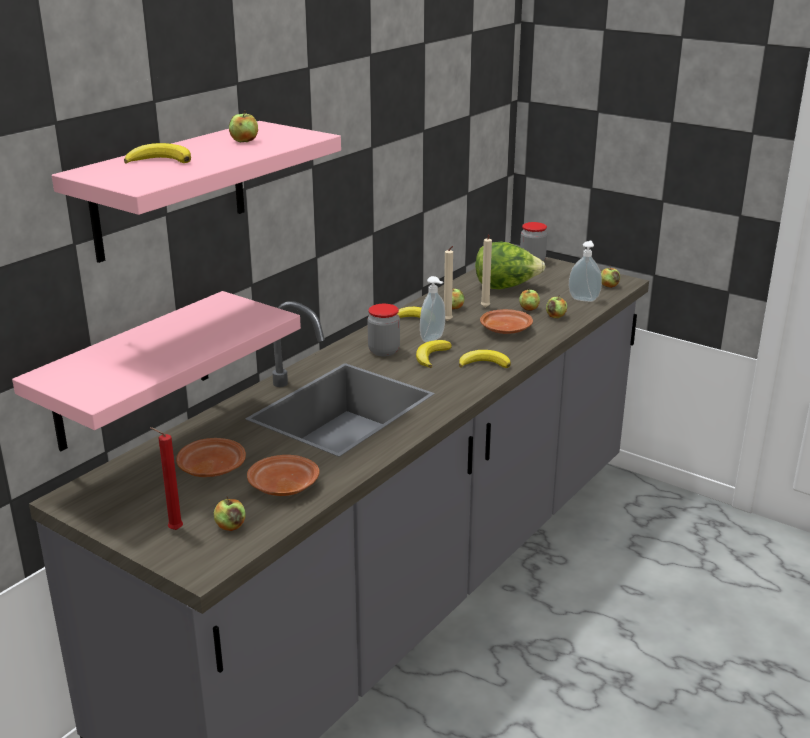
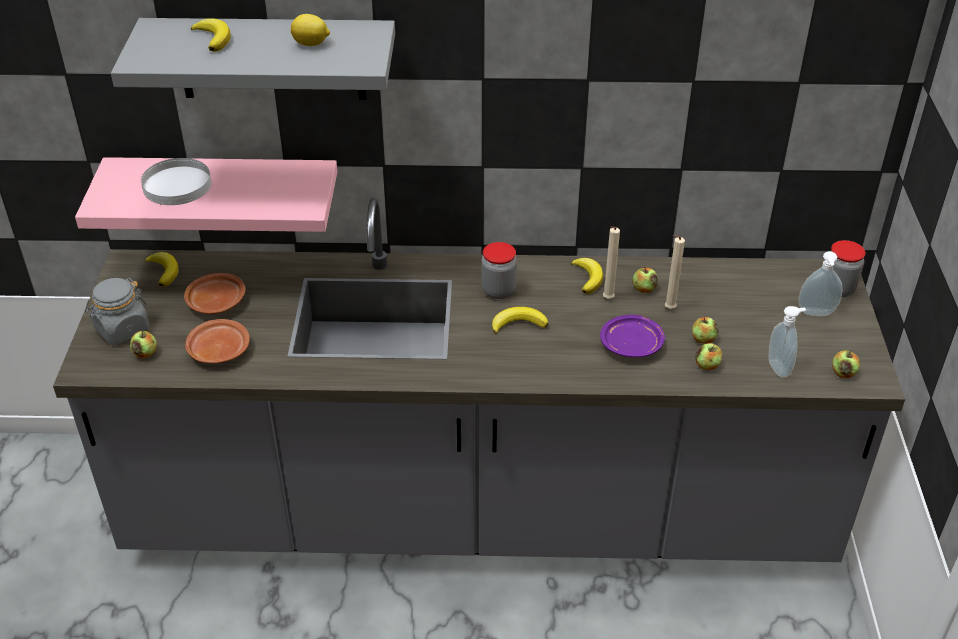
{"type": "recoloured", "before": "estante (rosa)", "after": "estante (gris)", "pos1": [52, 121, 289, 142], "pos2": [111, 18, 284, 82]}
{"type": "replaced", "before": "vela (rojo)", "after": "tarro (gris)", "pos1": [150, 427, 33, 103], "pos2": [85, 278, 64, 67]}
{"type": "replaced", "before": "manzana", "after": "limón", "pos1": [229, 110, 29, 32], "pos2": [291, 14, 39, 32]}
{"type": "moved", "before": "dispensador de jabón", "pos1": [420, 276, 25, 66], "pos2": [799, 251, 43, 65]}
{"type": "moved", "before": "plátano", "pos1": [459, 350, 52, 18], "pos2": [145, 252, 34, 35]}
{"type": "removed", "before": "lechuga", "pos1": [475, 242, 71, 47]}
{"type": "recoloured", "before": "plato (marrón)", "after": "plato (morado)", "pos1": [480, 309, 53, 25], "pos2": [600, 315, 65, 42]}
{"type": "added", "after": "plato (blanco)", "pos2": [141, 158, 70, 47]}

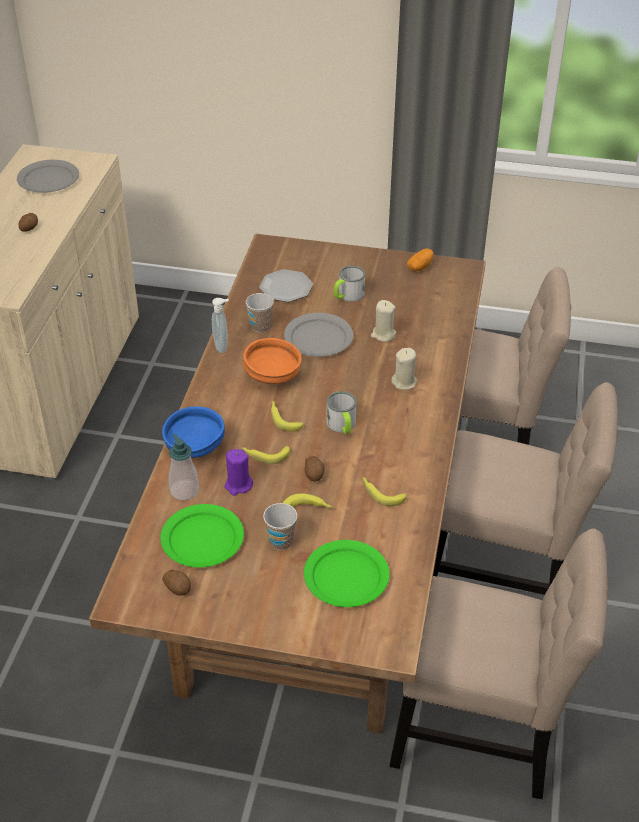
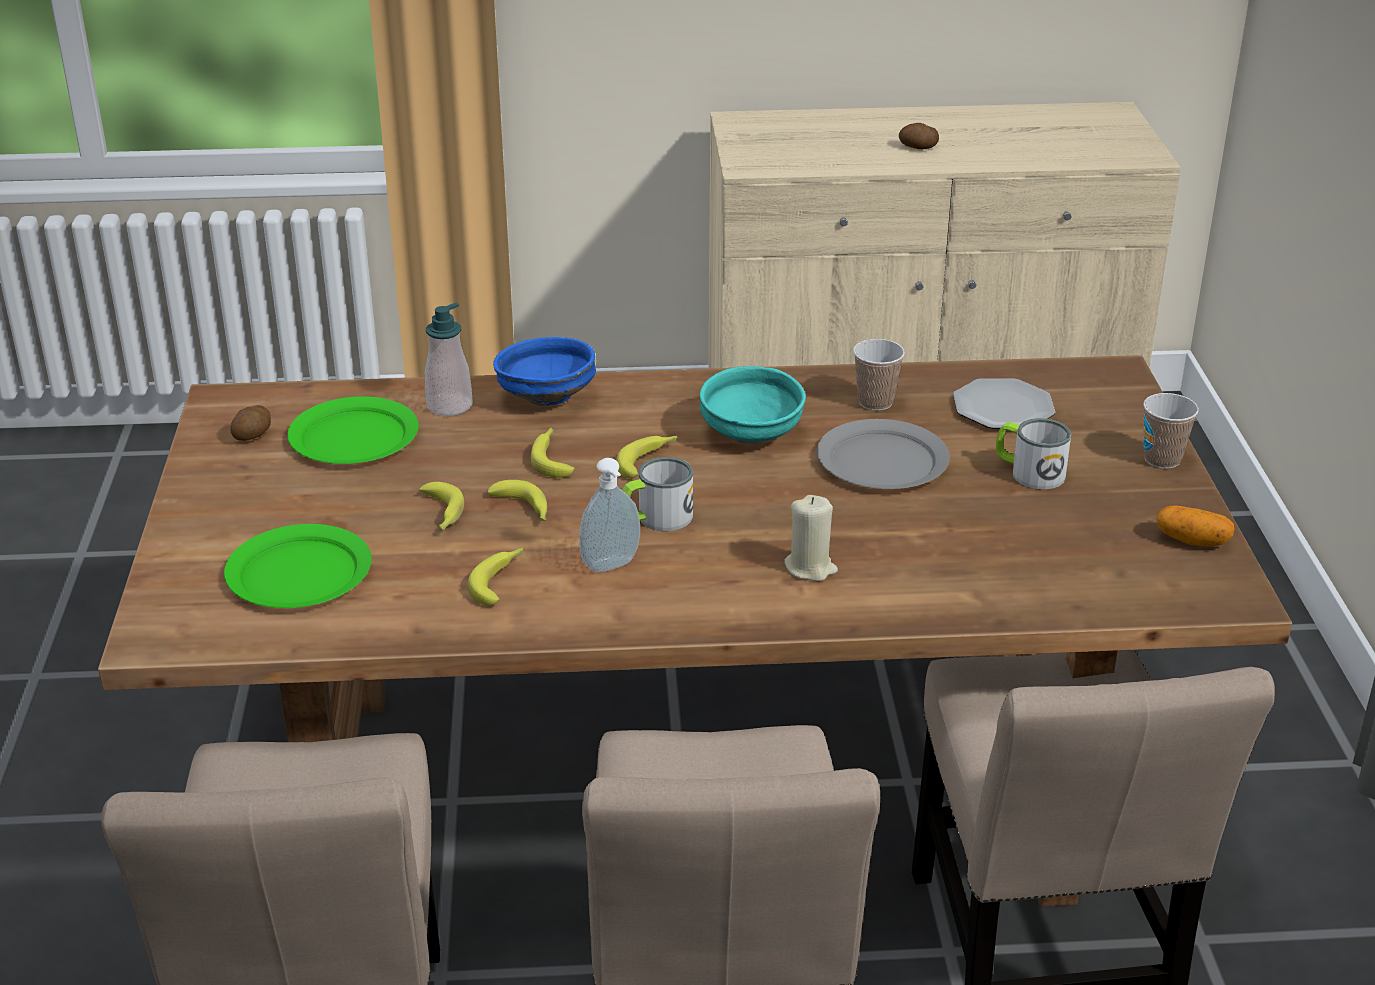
{"type": "removed", "before": "plato (gris)", "pos1": [17, 160, 62, 33]}
{"type": "moved", "before": "dispensador de jabón", "pos1": [212, 298, 17, 55], "pos2": [579, 458, 61, 114]}
{"type": "removed", "before": "vela (morado)", "pos1": [225, 449, 28, 47]}
{"type": "recoloured", "before": "cuenco (naranja)", "after": "cuenco (turquesa)", "pos1": [243, 338, 59, 46], "pos2": [700, 366, 106, 77]}
{"type": "moved", "before": "taza", "pos1": [263, 503, 34, 47], "pos2": [1143, 393, 56, 76]}
{"type": "replaced", "before": "patata", "after": "plátano", "pos1": [305, 456, 20, 26], "pos2": [487, 480, 60, 41]}
{"type": "removed", "before": "vela (beis)", "pos1": [371, 300, 25, 42]}

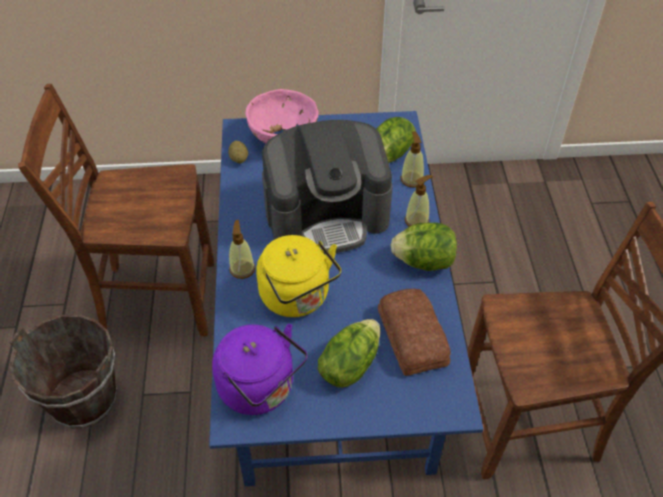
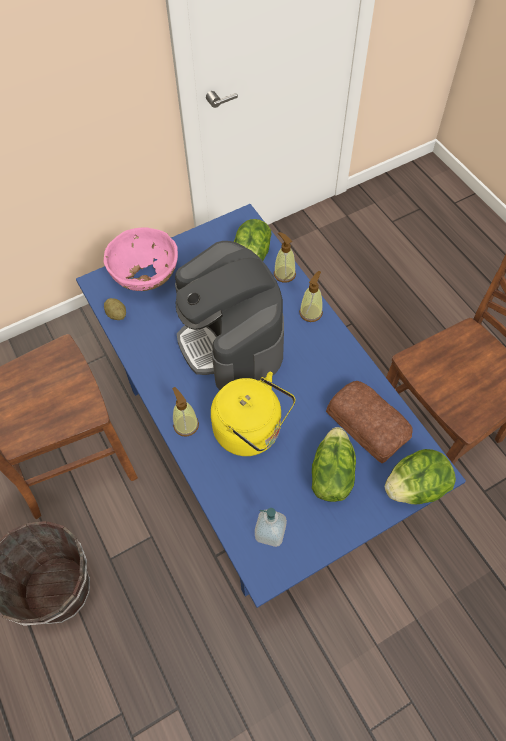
{"type": "replaced", "before": "hervidor (morado)", "after": "dispensador de jabón", "pos1": [212, 324, 96, 91], "pos2": [255, 508, 32, 39]}
{"type": "turned", "before": "cafetera", "pos1": [262, 120, 131, 135], "pos2": [175, 241, 109, 149], "turn": 105}
{"type": "moved", "before": "lechuga", "pos1": [391, 223, 66, 48], "pos2": [385, 449, 71, 56]}

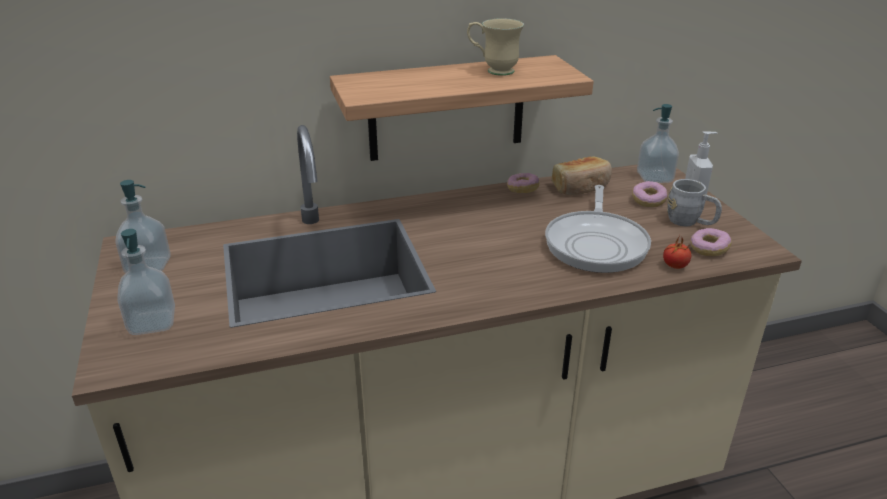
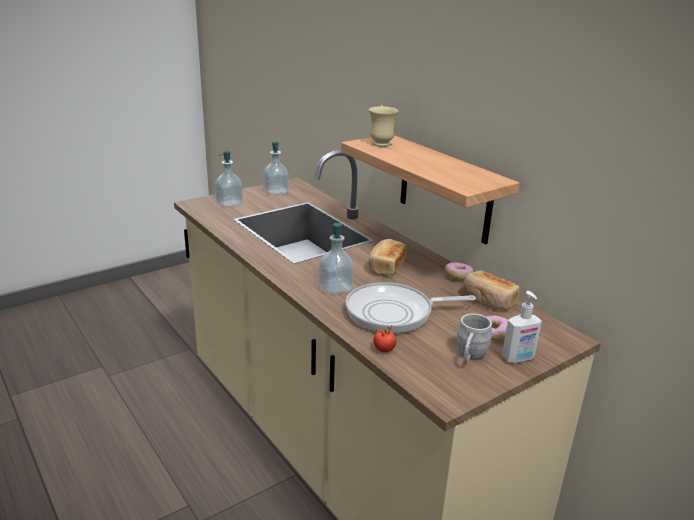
{"type": "moved", "before": "taza grande (beis)", "pos1": [467, 18, 57, 58], "pos2": [369, 105, 30, 42]}
{"type": "moved", "before": "dispensador de jabón", "pos1": [637, 104, 42, 79], "pos2": [319, 223, 35, 72]}
{"type": "removed", "before": "rosquilla", "pos1": [690, 228, 42, 28]}
{"type": "added", "after": "pan", "pos2": [368, 239, 39, 36]}

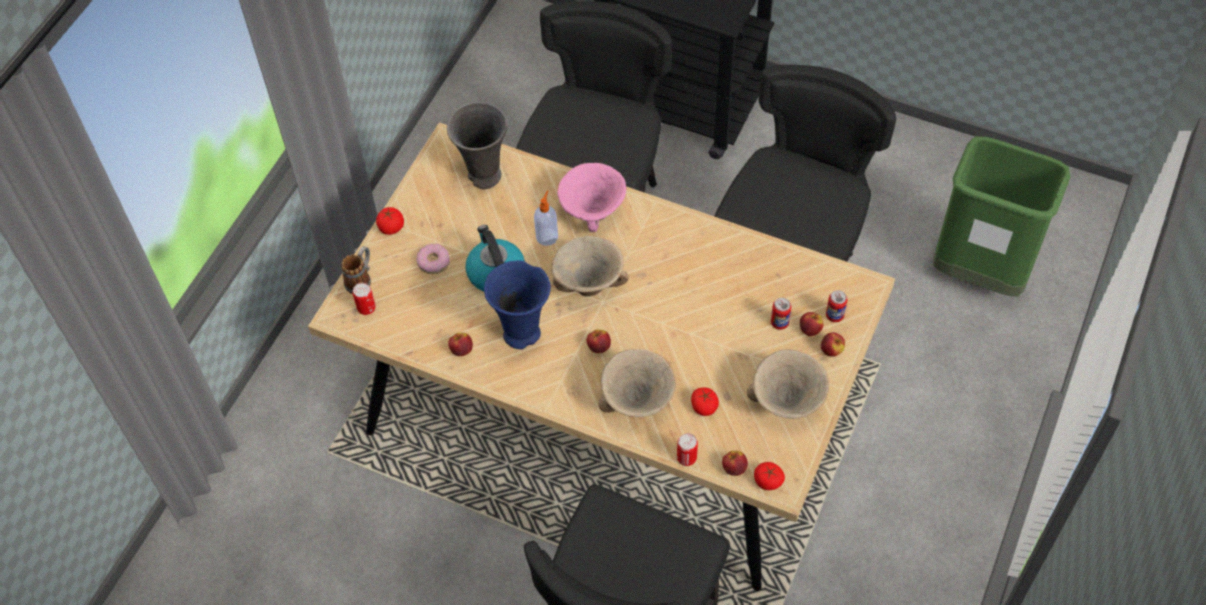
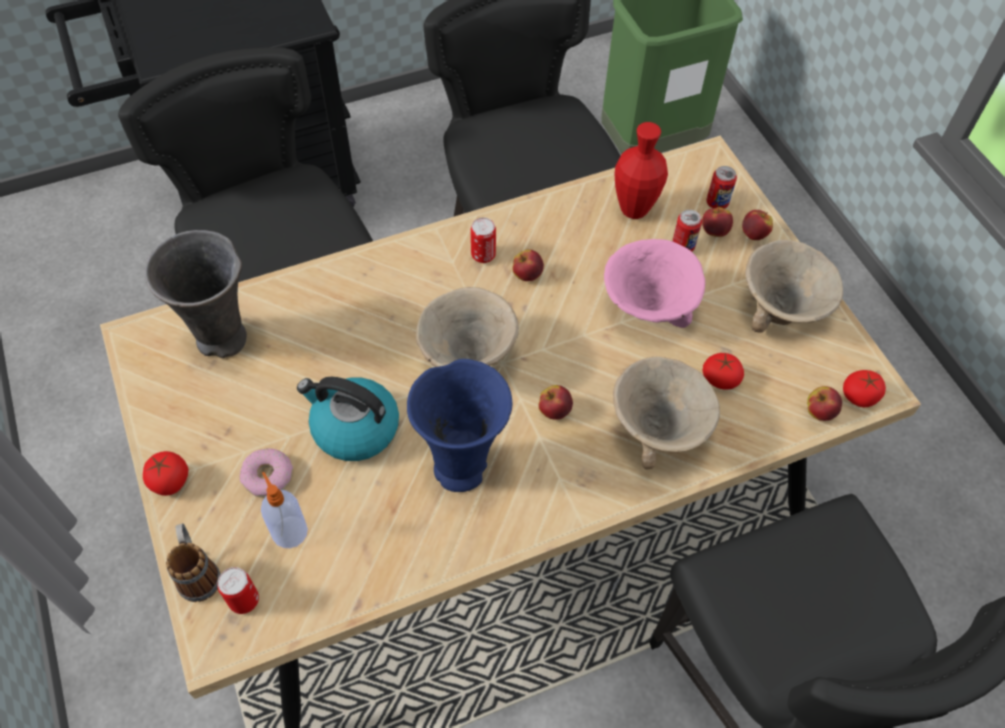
{"type": "moved", "before": "manzana", "pos1": [448, 333, 25, 23], "pos2": [512, 249, 32, 32]}
{"type": "moved", "before": "dispensador de jabón", "pos1": [534, 190, 24, 56], "pos2": [261, 472, 47, 76]}
{"type": "moved", "before": "cuenco (rosa)", "pos1": [557, 163, 69, 69], "pos2": [604, 239, 101, 89]}
{"type": "moved", "before": "lata", "pos1": [677, 433, 21, 33], "pos2": [471, 217, 25, 46]}
{"type": "added", "after": "florero (rojo)", "pos2": [615, 122, 53, 97]}

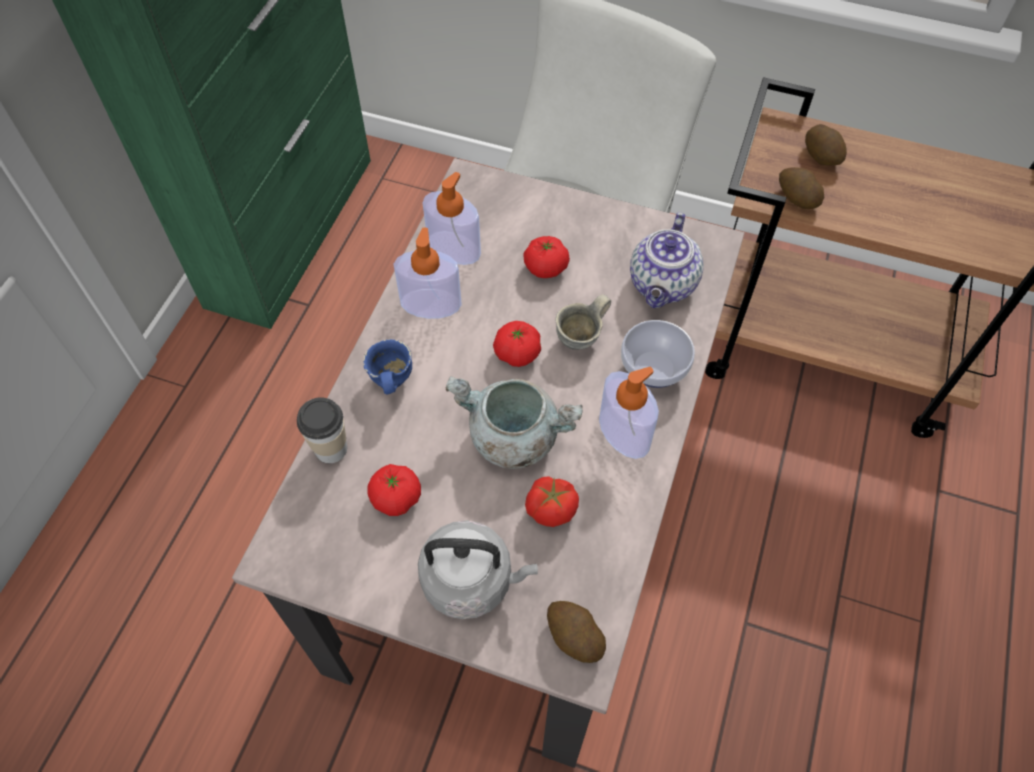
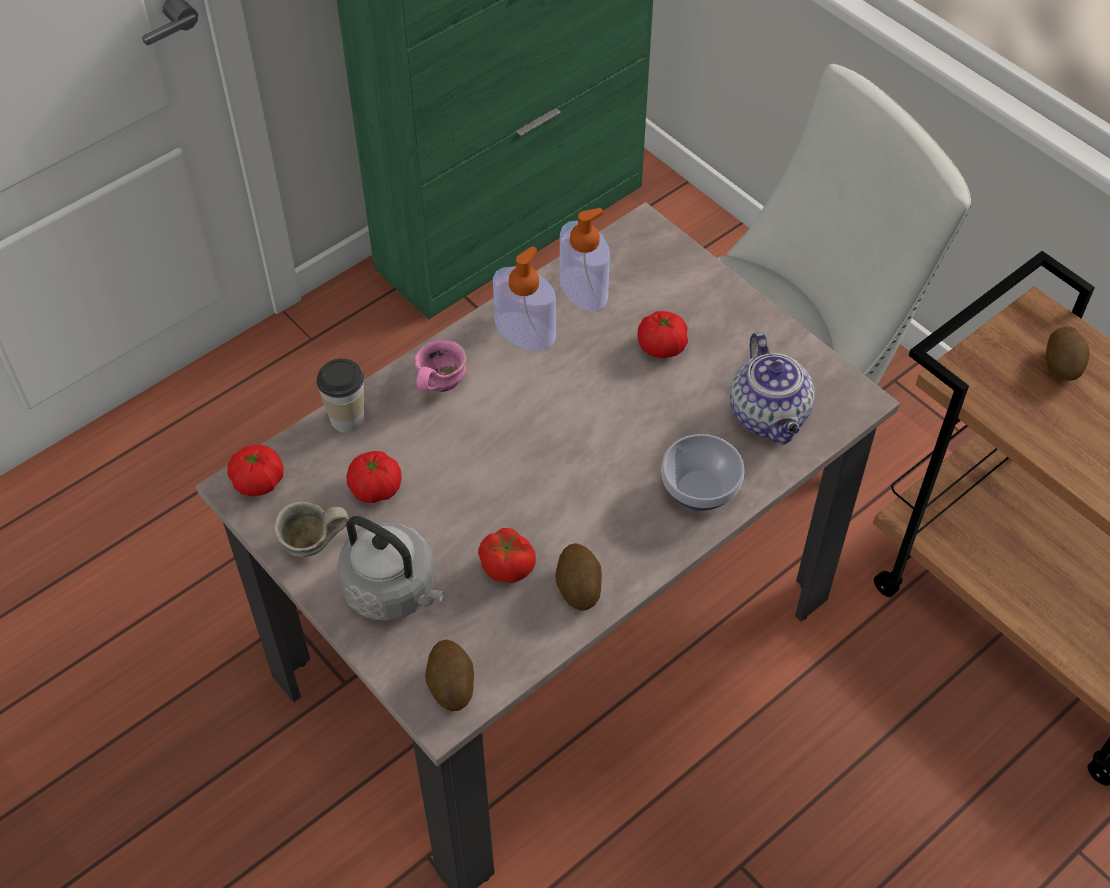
{"type": "recoloured", "before": "taza grande (azul)", "after": "taza grande (rosa)", "pos1": [363, 339, 49, 55], "pos2": [415, 340, 51, 52]}
{"type": "removed", "before": "olla (gris)", "pos1": [445, 376, 138, 93]}
{"type": "moved", "before": "tomate", "pos1": [493, 321, 48, 46], "pos2": [227, 445, 57, 51]}
{"type": "moved", "before": "taza grande (gris)", "pos1": [555, 294, 56, 56], "pos2": [274, 502, 75, 55]}
{"type": "removed", "before": "dispensador de jabón", "pos1": [599, 367, 60, 92]}
{"type": "turned", "before": "tetera", "pos1": [630, 212, 74, 96], "pos2": [730, 332, 85, 113], "turn": -60}
{"type": "moved", "before": "patata", "pos1": [779, 167, 45, 42], "pos2": [555, 543, 47, 68]}

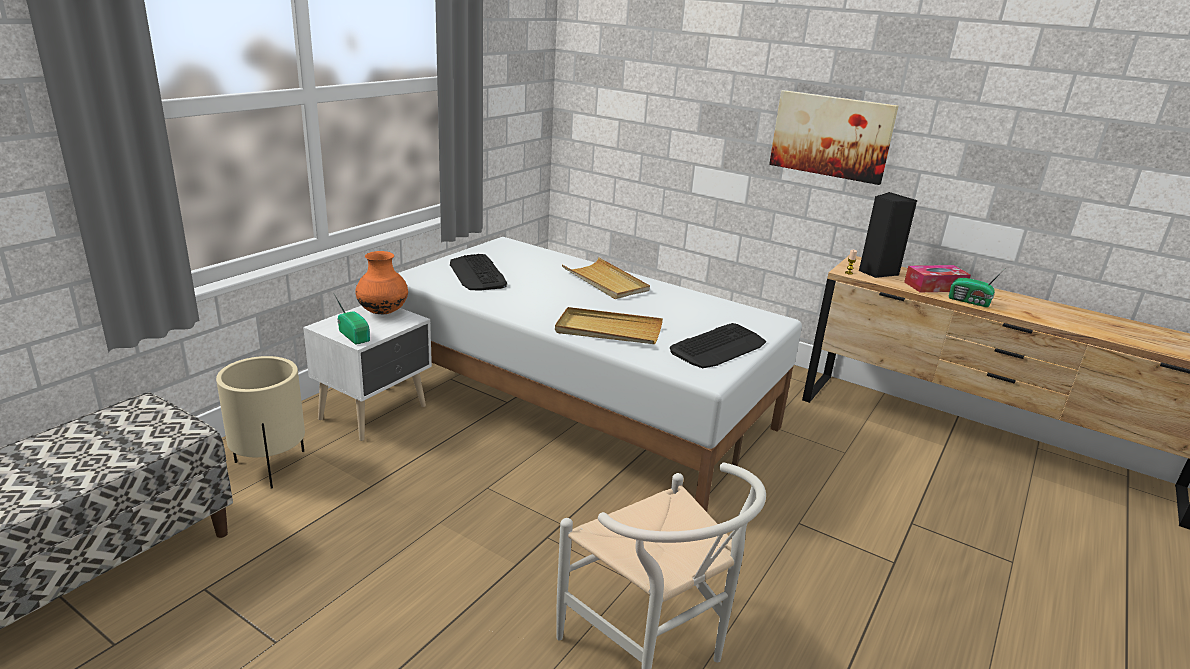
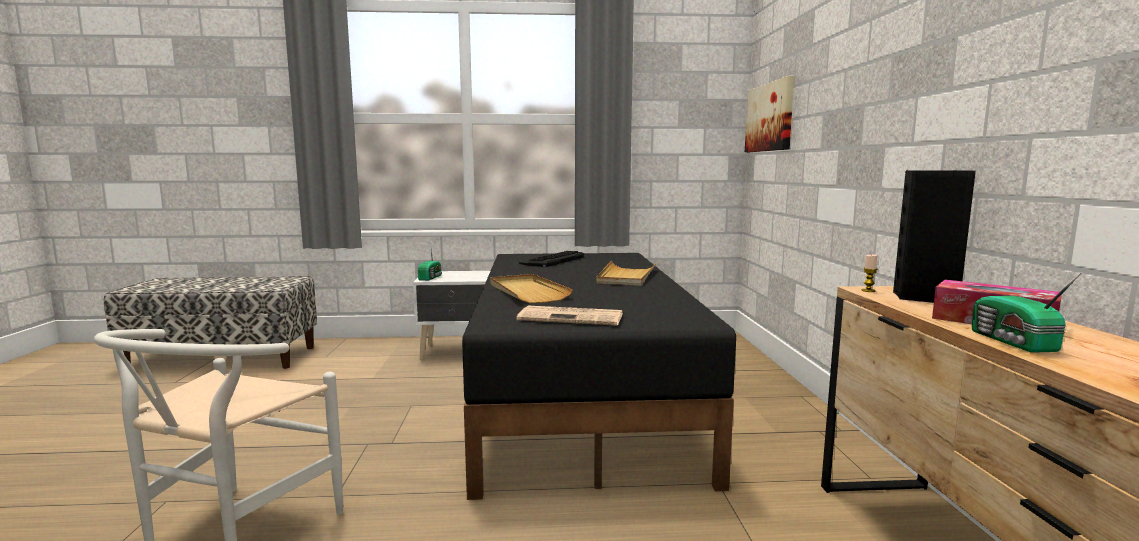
{"type": "removed", "before": "maceta (beis)", "pos1": [216, 356, 89, 133]}
{"type": "removed", "before": "florero (naranja)", "pos1": [355, 251, 53, 63]}
{"type": "recoloured", "before": "cama (blanco)", "after": "cama (negro)", "pos1": [398, 237, 404, 275], "pos2": [462, 253, 274, 247]}
{"type": "replaced", "before": "teclado", "after": "periódico", "pos1": [670, 323, 96, 45], "pos2": [517, 306, 106, 20]}
{"type": "moved", "before": "cuadro", "pos1": [769, 90, 130, 95], "pos2": [745, 76, 49, 76]}

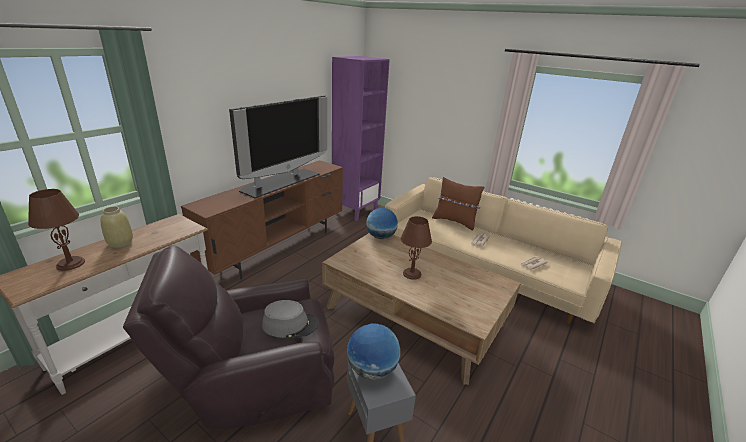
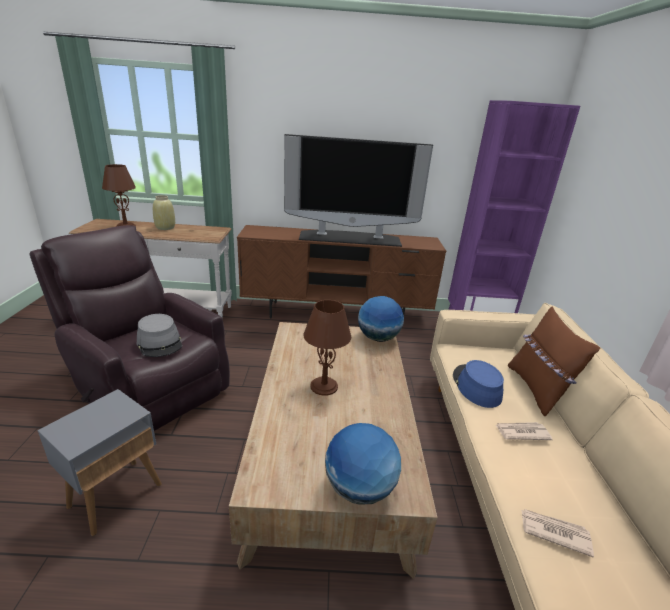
{"type": "moved", "before": "globo terráqueo", "pos1": [347, 323, 53, 57], "pos2": [325, 423, 76, 82]}
{"type": "added", "after": "sombrero (azul)", "pos2": [453, 360, 51, 48]}

